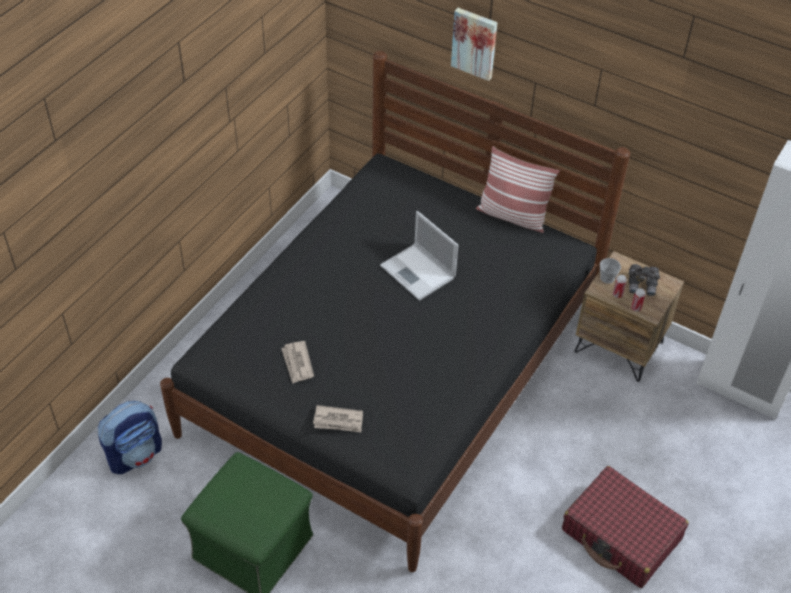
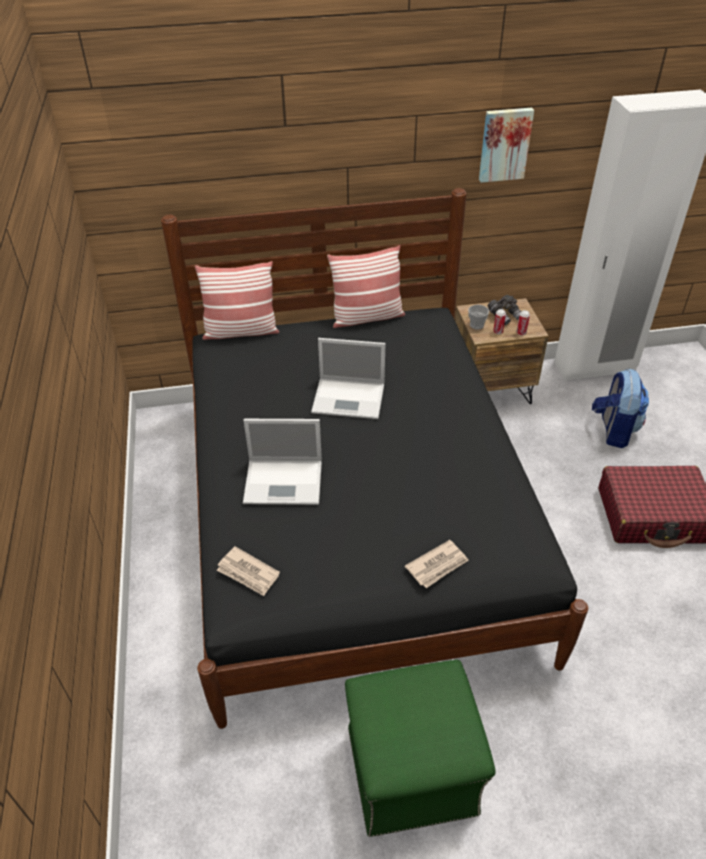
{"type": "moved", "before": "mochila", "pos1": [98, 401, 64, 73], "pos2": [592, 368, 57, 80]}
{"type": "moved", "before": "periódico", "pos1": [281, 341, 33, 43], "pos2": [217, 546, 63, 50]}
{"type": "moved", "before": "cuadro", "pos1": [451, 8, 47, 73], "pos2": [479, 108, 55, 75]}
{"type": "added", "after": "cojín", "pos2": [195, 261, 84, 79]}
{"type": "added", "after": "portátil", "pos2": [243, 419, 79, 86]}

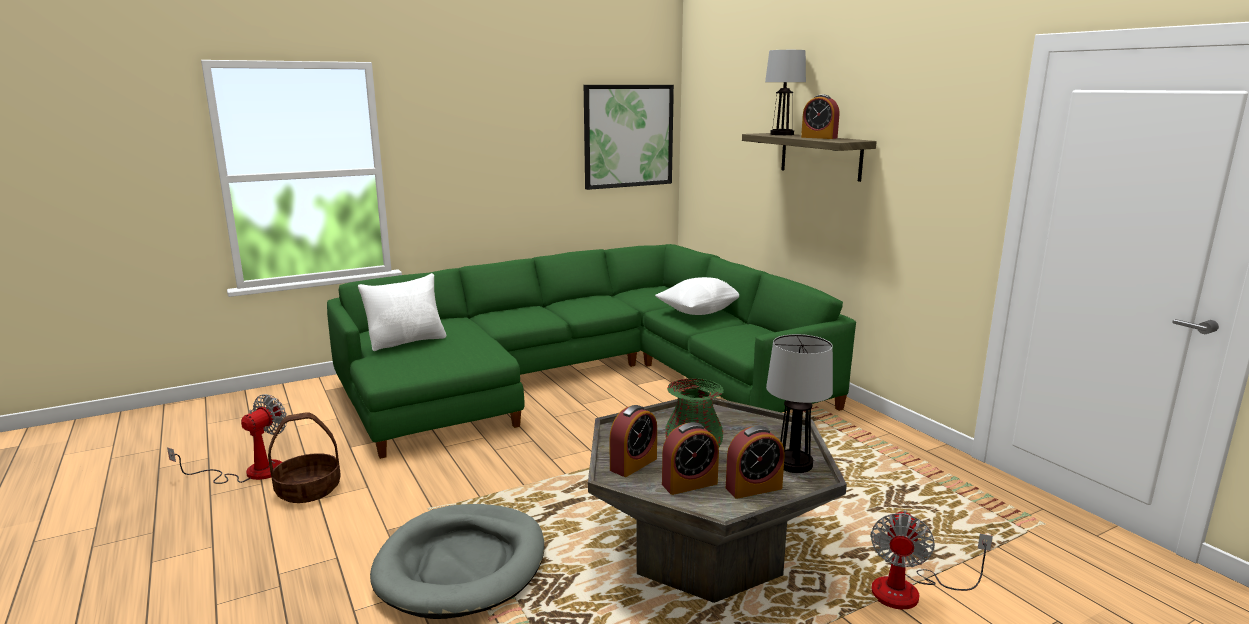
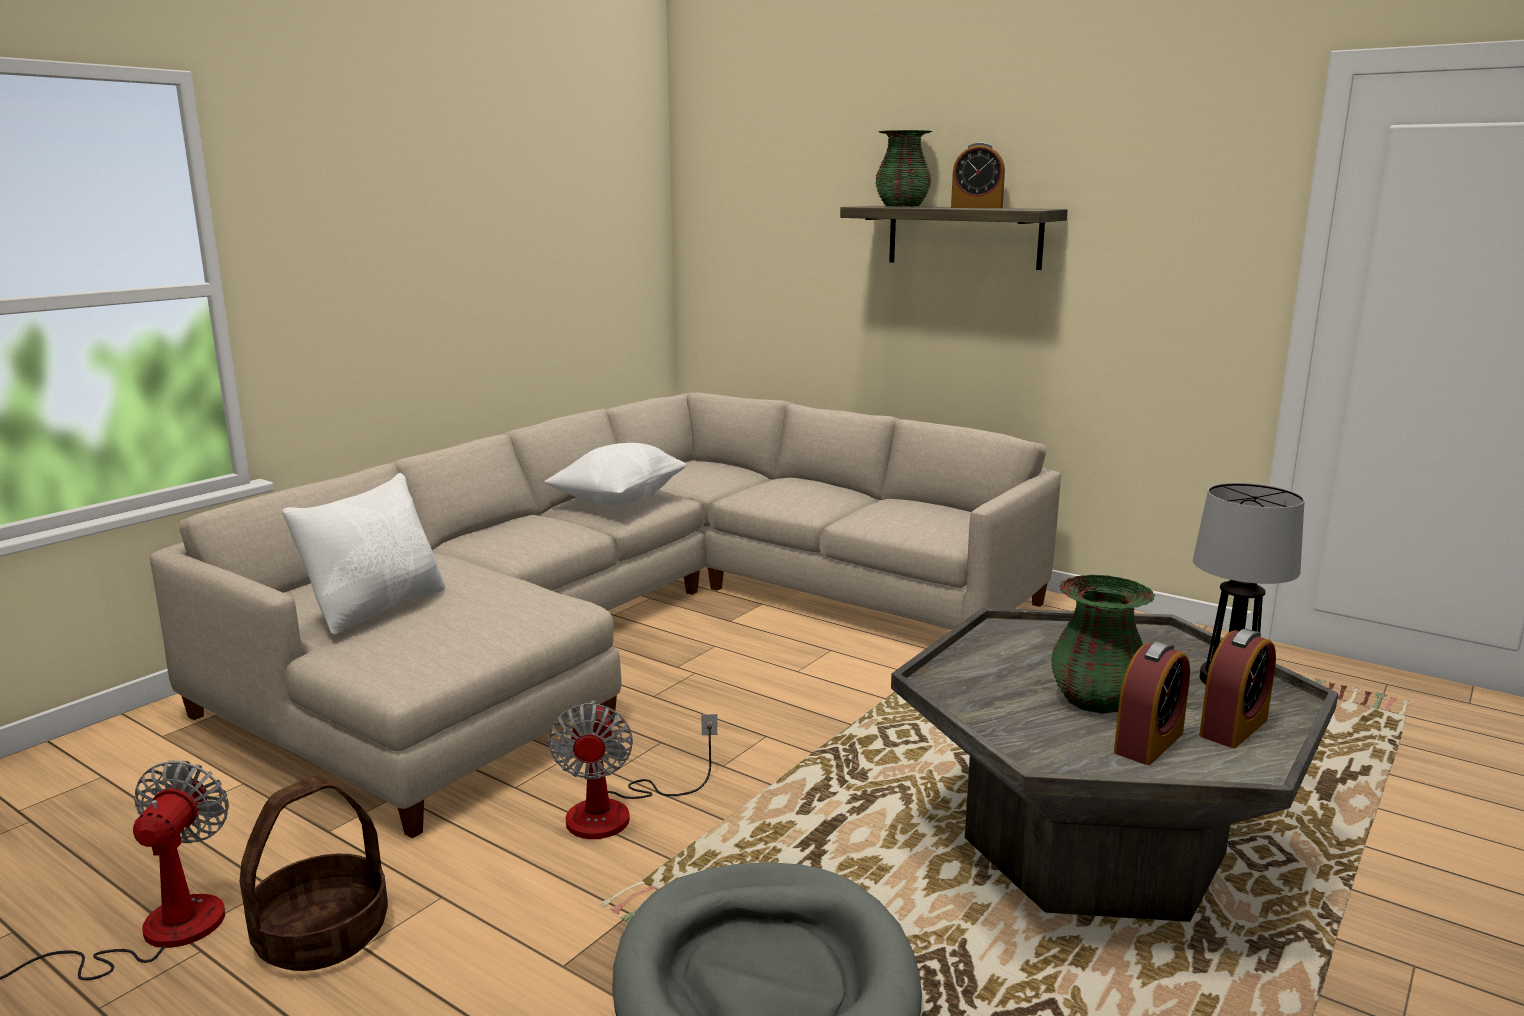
{"type": "recoloured", "before": "sofá (verde)", "after": "sofá (beis)", "pos1": [327, 244, 529, 215], "pos2": [150, 392, 911, 446]}
{"type": "removed", "before": "cuadro", "pos1": [584, 85, 90, 105]}
{"type": "removed", "before": "despertador", "pos1": [610, 405, 47, 72]}
{"type": "moved", "before": "cojín (blanco)", "pos1": [655, 277, 84, 38], "pos2": [544, 443, 142, 63]}
{"type": "replaced", "before": "lámpara de mesa", "after": "florero (verde)", "pos1": [765, 50, 41, 85], "pos2": [875, 130, 57, 77]}
{"type": "moved", "before": "ventilador", "pos1": [870, 510, 123, 99], "pos2": [548, 700, 169, 139]}

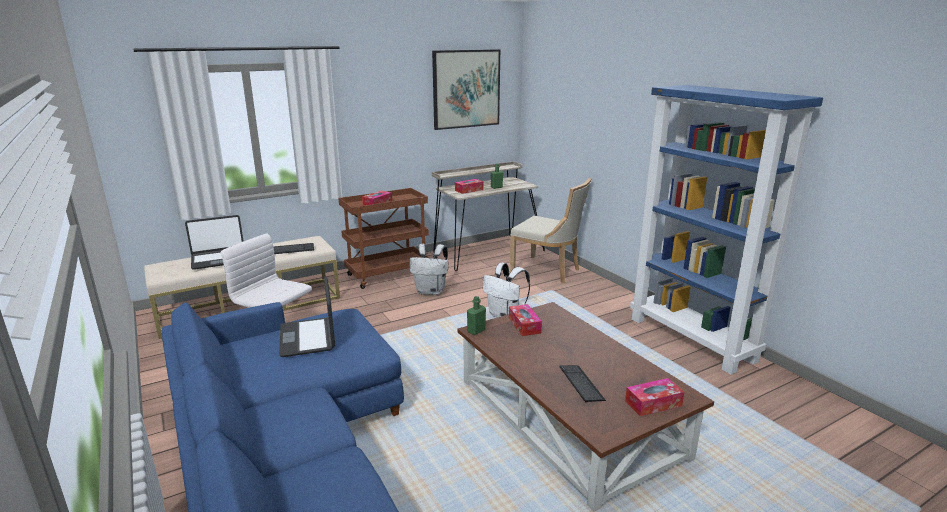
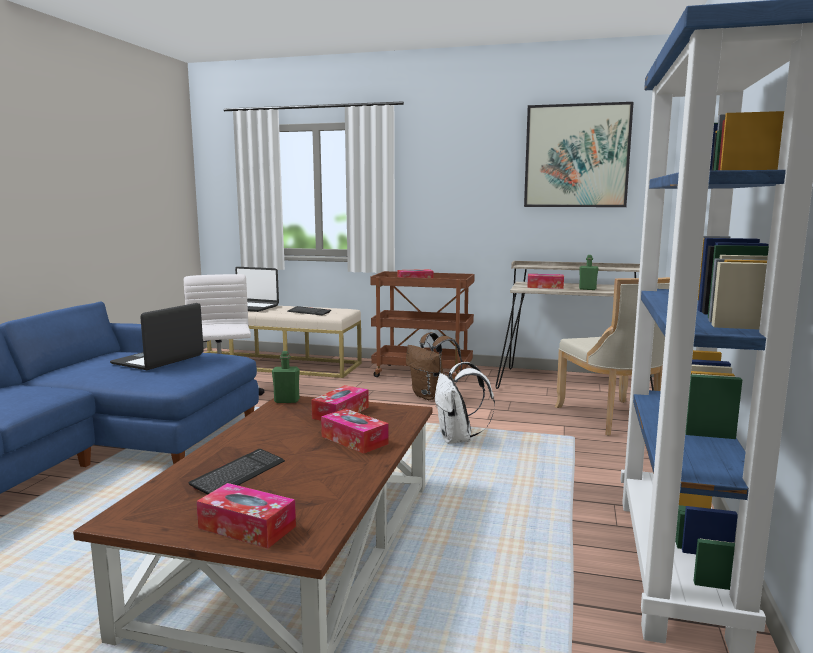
{"type": "recoloured", "before": "mochila (blanco)", "after": "mochila (marrón)", "pos1": [410, 244, 38, 51], "pos2": [406, 332, 56, 68]}
{"type": "added", "after": "caja de pañuelos", "pos2": [321, 409, 68, 45]}

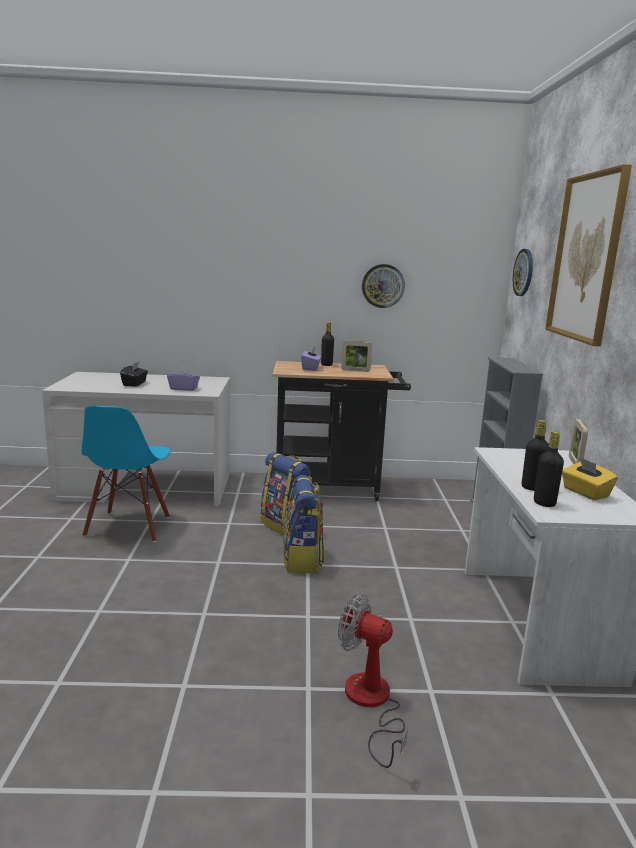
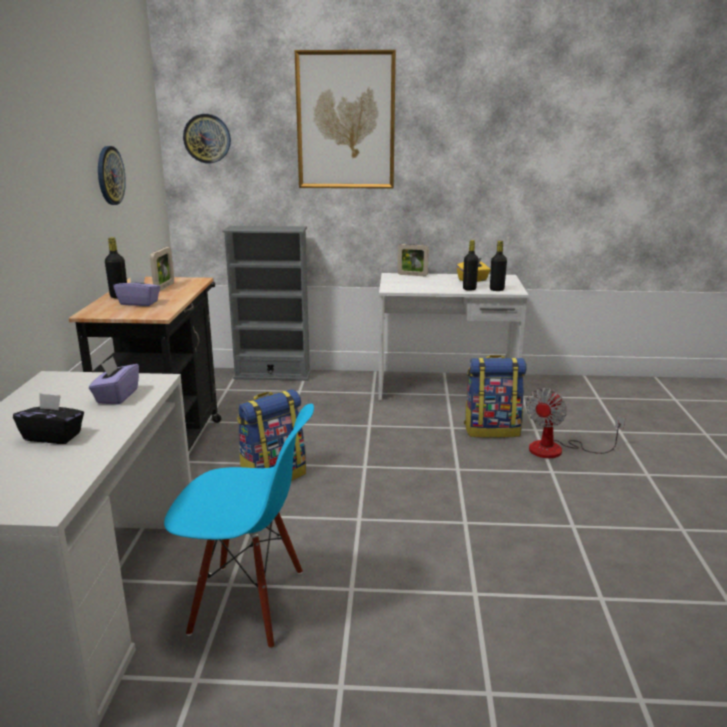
{"type": "moved", "before": "mochila", "pos1": [283, 475, 42, 98], "pos2": [464, 355, 63, 83]}

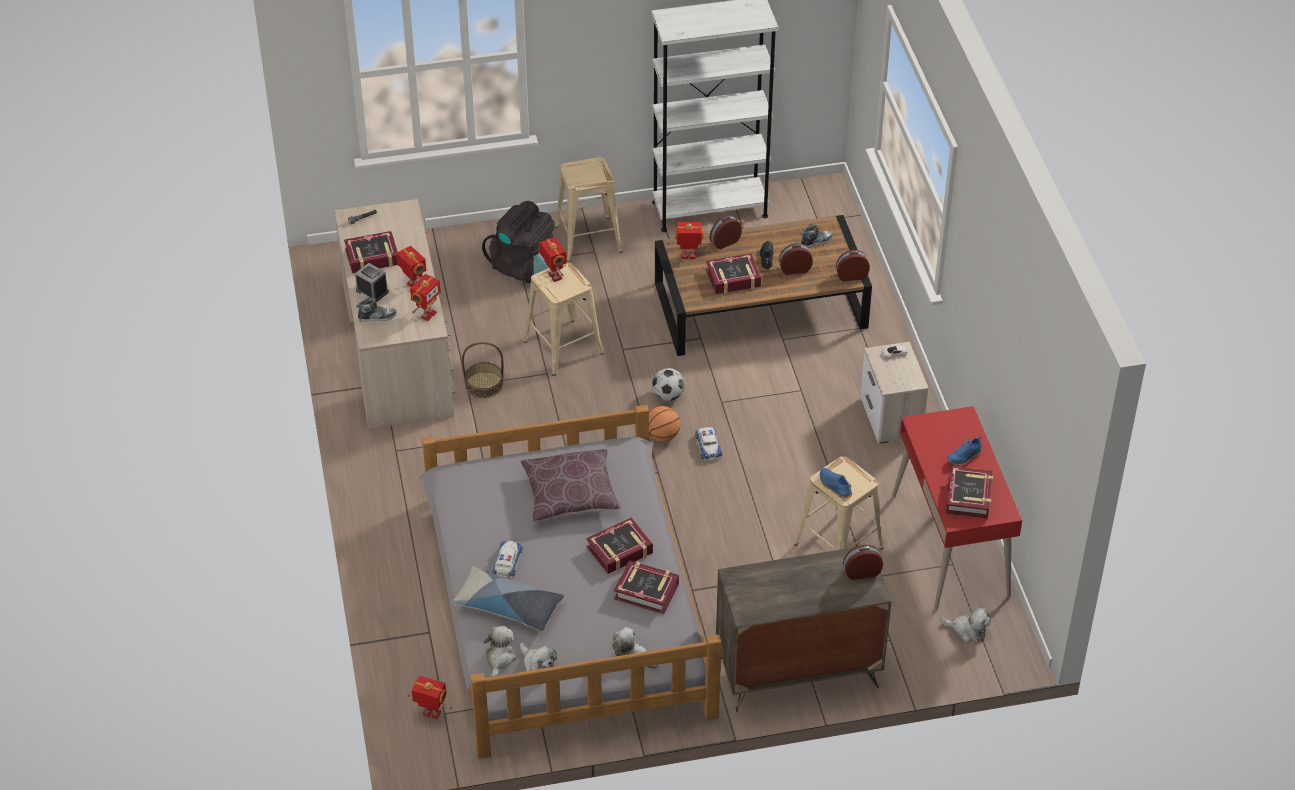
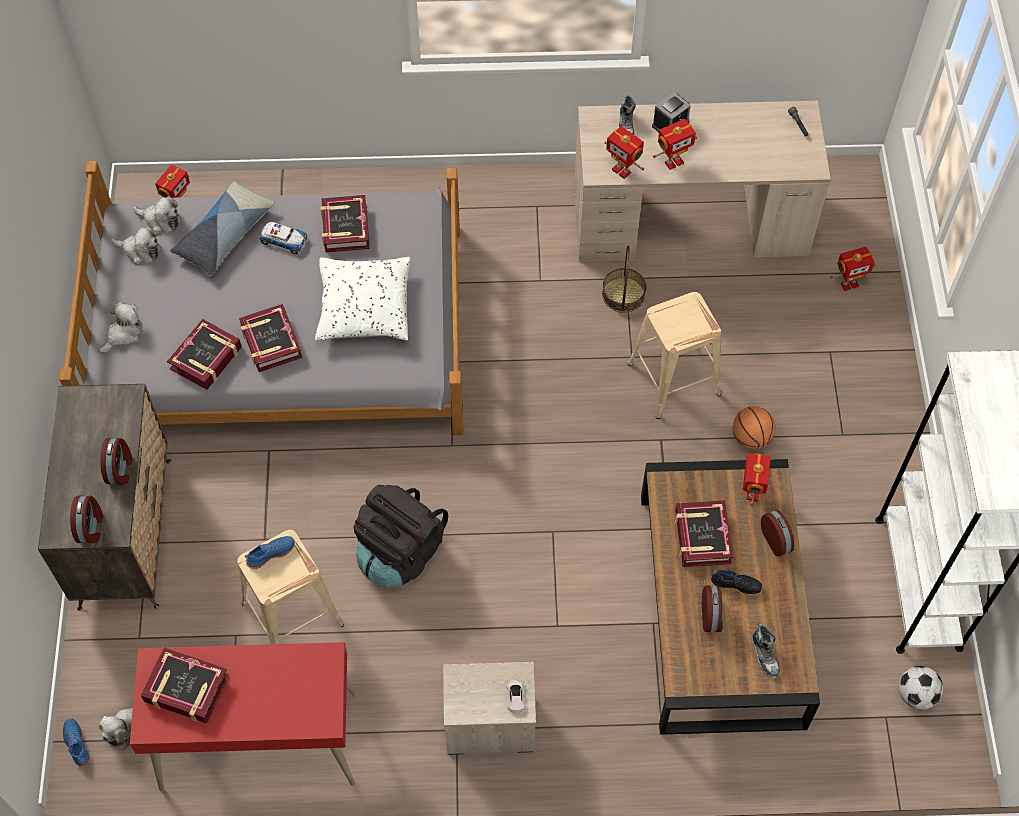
{"type": "moved", "before": "libro", "pos1": [344, 231, 54, 42], "pos2": [321, 195, 48, 57]}
{"type": "moved", "before": "mochila (negro)", "pos1": [482, 201, 73, 83], "pos2": [353, 485, 95, 102]}
{"type": "recoloured", "before": "cojín (marrón)", "after": "cojín (blanco)", "pos1": [520, 449, 101, 72], "pos2": [315, 257, 95, 84]}
{"type": "turned", "before": "peluche", "pos1": [520, 643, 37, 28], "pos2": [111, 226, 50, 39], "turn": -135}
{"type": "moved", "before": "robot de juguete", "pos1": [540, 237, 27, 45], "pos2": [830, 247, 46, 44]}
{"type": "removed", "before": "taburete (beis)", "pos1": [555, 157, 68, 105]}
{"type": "moved", "before": "balón de baloncesto", "pos1": [649, 406, 32, 36], "pos2": [732, 406, 44, 43]}
{"type": "moved", "before": "balón de fútbol", "pos1": [652, 368, 33, 33], "pos2": [899, 666, 44, 44]}
{"type": "removed", "before": "coche de juguete", "pos1": [695, 427, 27, 34]}
{"type": "moved", "before": "despertador", "pos1": [836, 250, 34, 31], "pos2": [100, 438, 32, 47]}
{"type": "moved", "before": "zapato (azul)", "pos1": [947, 436, 35, 30], "pos2": [63, 718, 27, 49]}

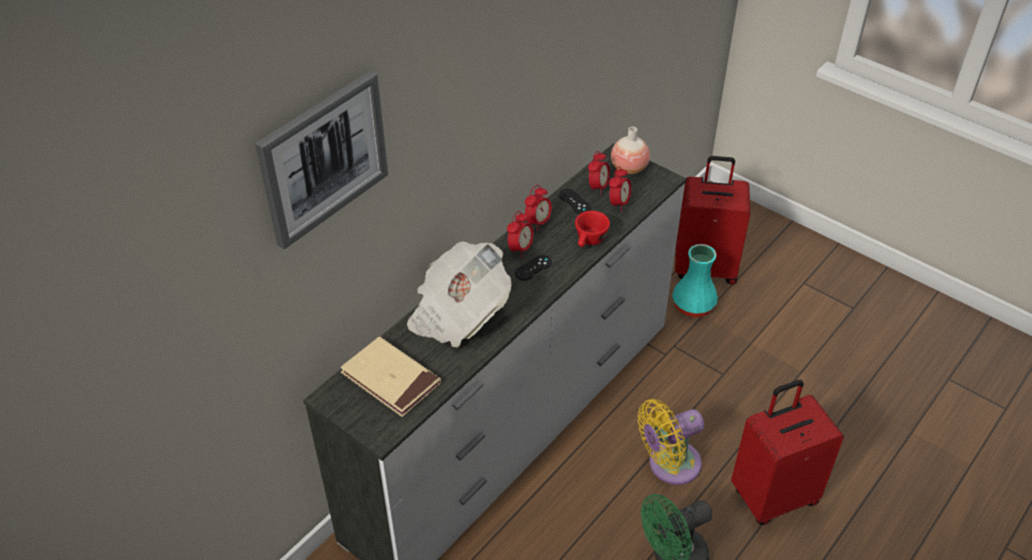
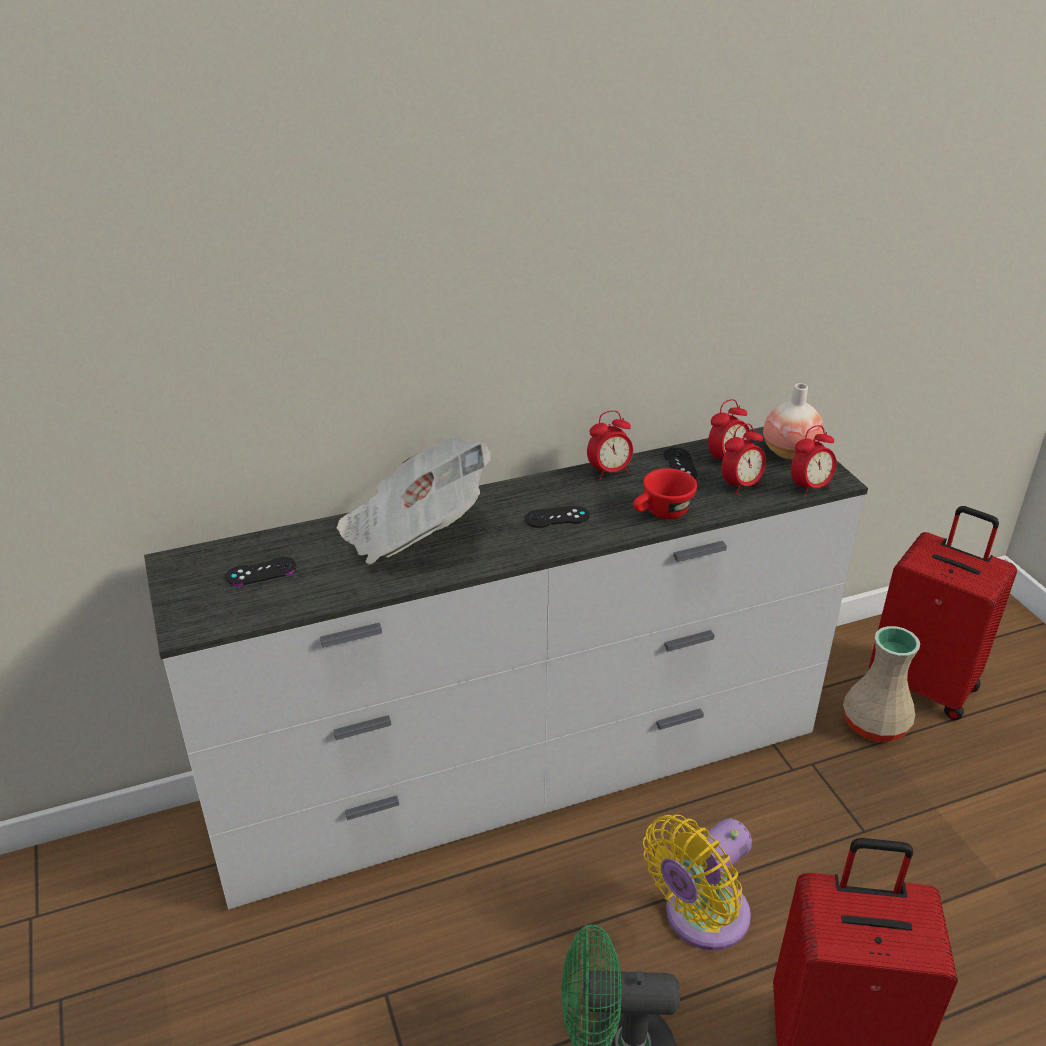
{"type": "removed", "before": "cuadro", "pos1": [255, 70, 133, 179]}
{"type": "replaced", "before": "libro (beis)", "after": "mando de consola (negro)", "pos1": [340, 336, 101, 81], "pos2": [226, 557, 71, 29]}
{"type": "moved", "before": "despertador", "pos1": [507, 211, 26, 47], "pos2": [791, 425, 45, 72]}
{"type": "turned", "before": "ventilador (amarillo)", "pos1": [638, 399, 66, 86], "pos2": [643, 814, 109, 136], "turn": -45}
{"type": "recoloured", "before": "florero (turquesa)", "after": "florero (beis)", "pos1": [672, 244, 46, 73], "pos2": [843, 626, 77, 116]}

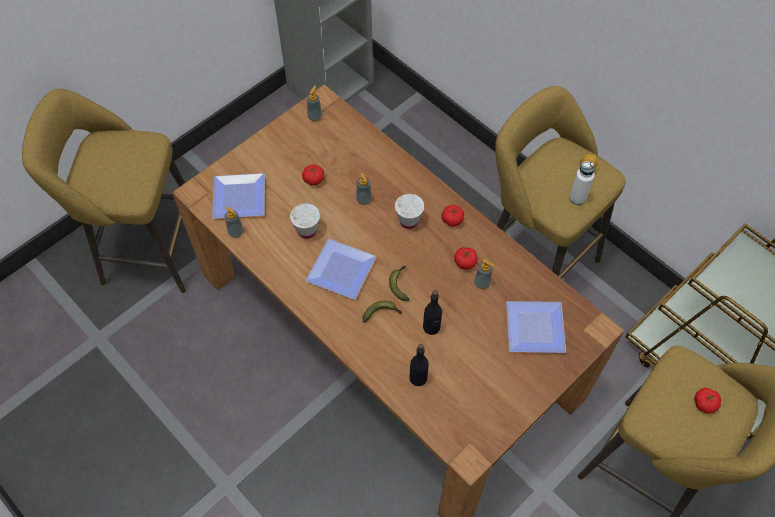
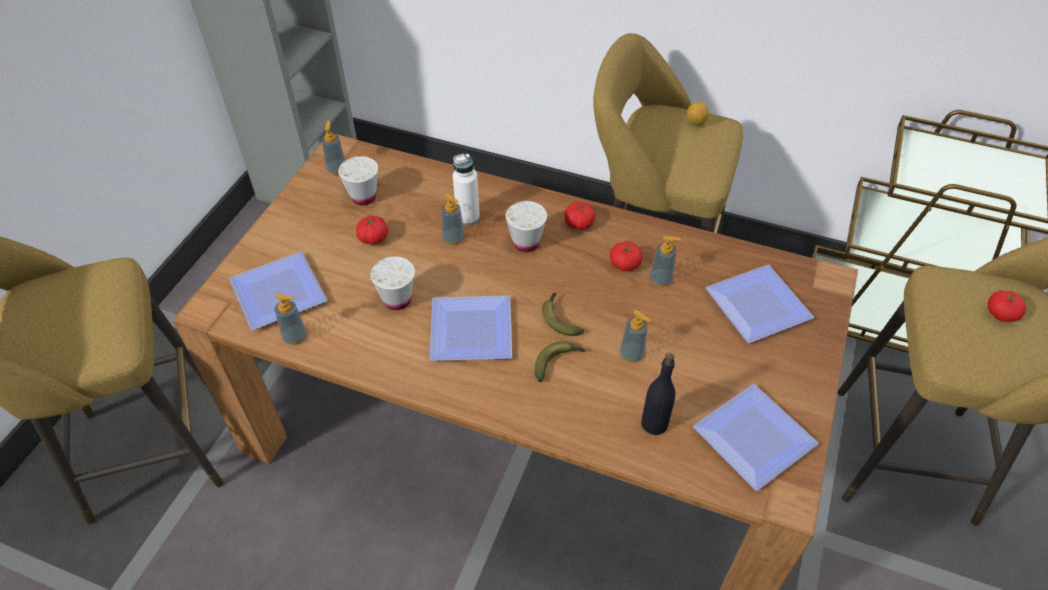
{"type": "replaced", "before": "botella (negro)", "after": "dispensador de jabón", "pos1": [423, 290, 19, 45], "pos2": [620, 310, 30, 53]}
{"type": "moved", "before": "botella (blanco)", "pos1": [569, 161, 26, 44], "pos2": [453, 153, 27, 72]}
{"type": "added", "after": "taza (blanco)", "pos2": [338, 156, 40, 49]}
{"type": "added", "after": "plato", "pos2": [693, 384, 126, 107]}

